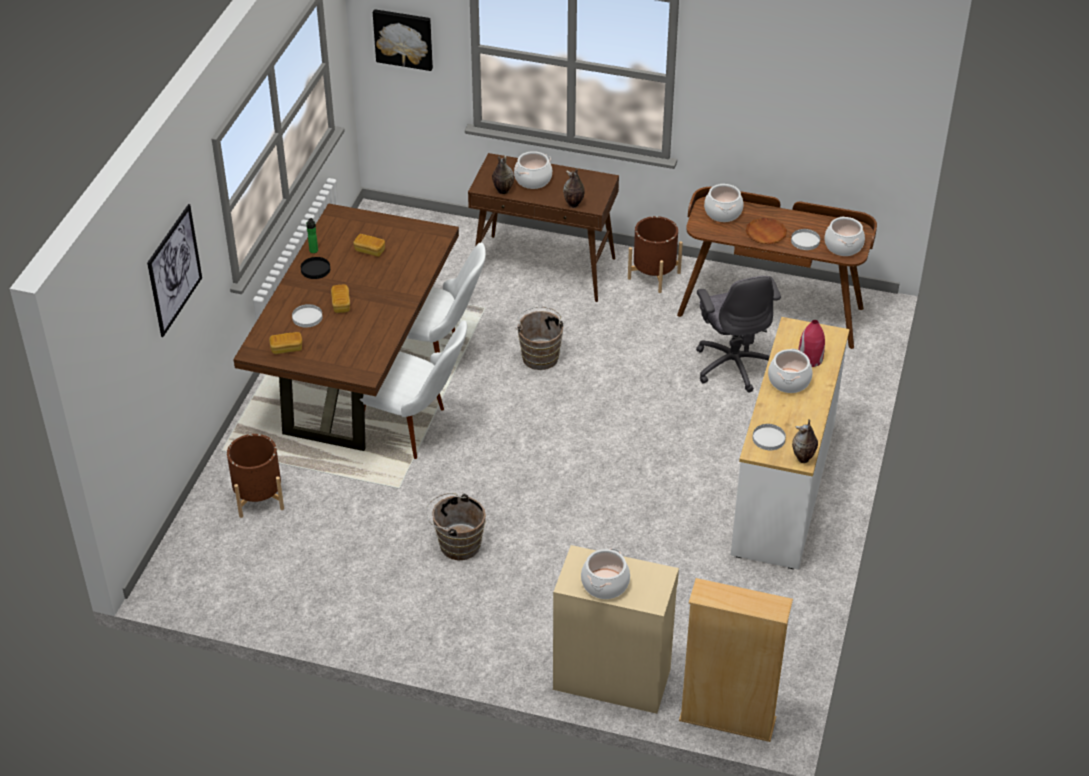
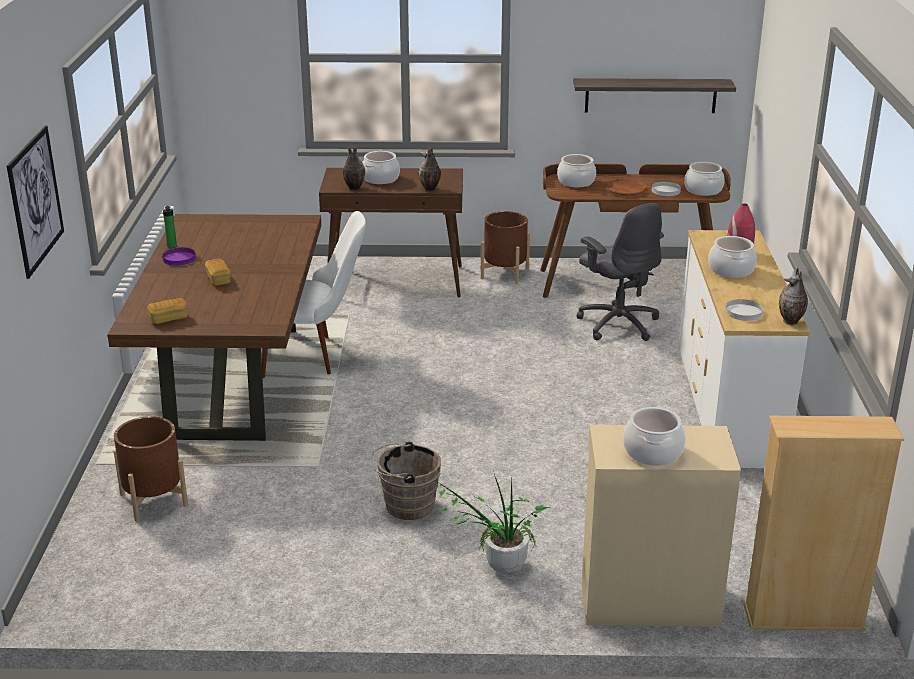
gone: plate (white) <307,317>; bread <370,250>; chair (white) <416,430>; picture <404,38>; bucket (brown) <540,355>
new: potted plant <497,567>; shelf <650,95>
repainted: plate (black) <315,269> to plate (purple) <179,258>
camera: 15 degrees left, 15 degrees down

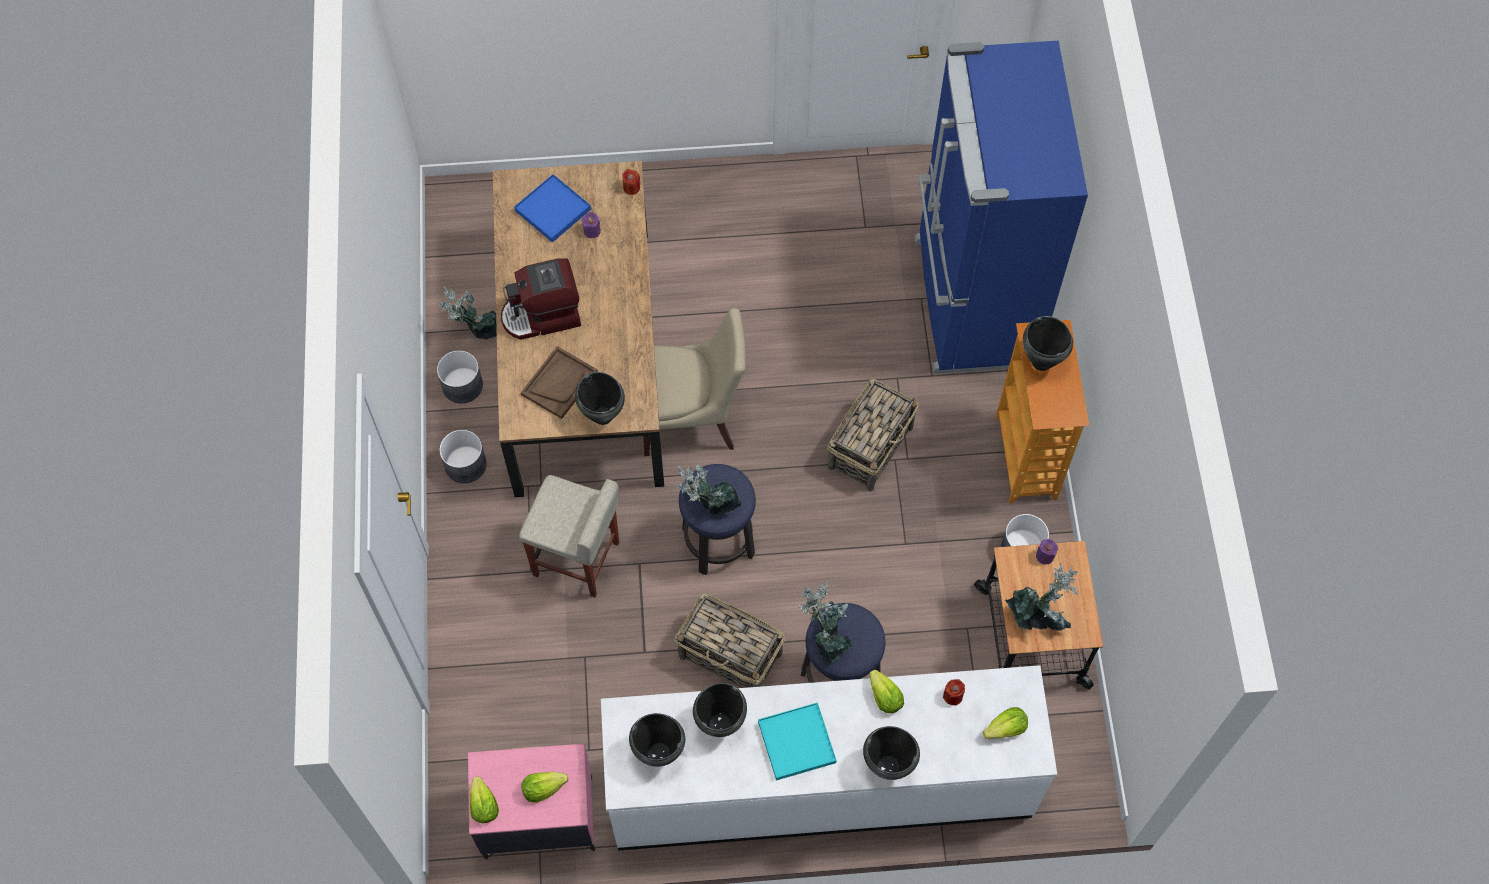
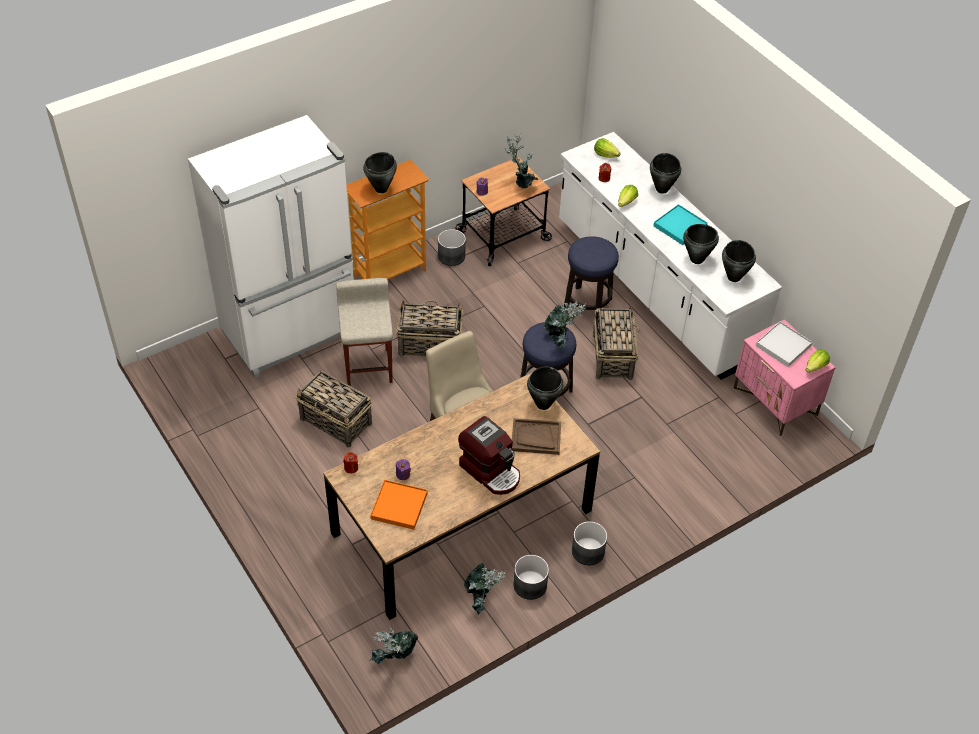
new: basket <336,422>
shifted: stool (beige) <577,559> to <368,366>; potted plant <827,638> to <394,659>
swapped: lettuce <543,788> to tray (white) <783,346>
repainted: fridge (blue) <971,303> to fridge (white) <291,333>; tray (blue) <553,210> to tray (orange) <399,506>
camera: 120 degrees left, 15 degrees down

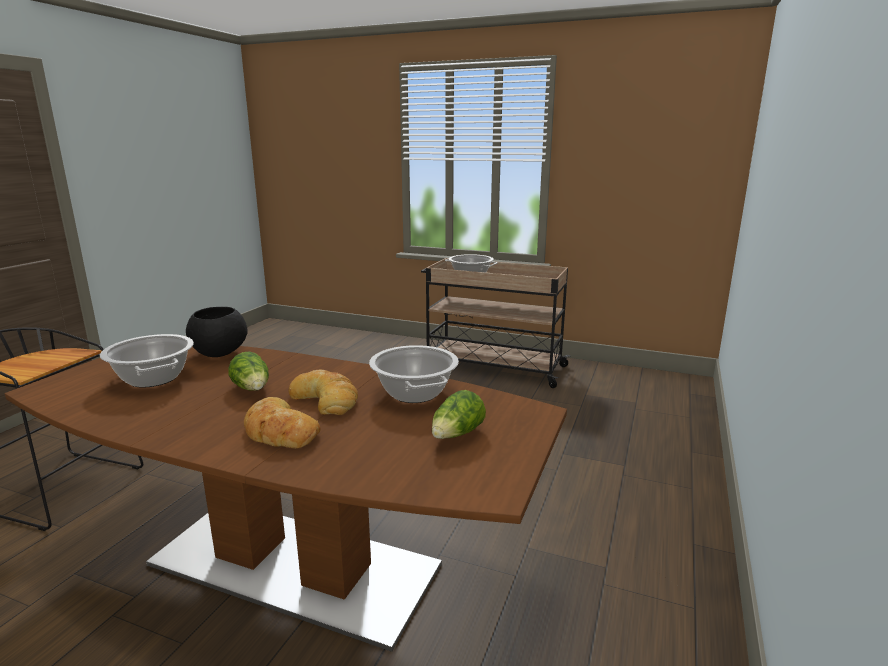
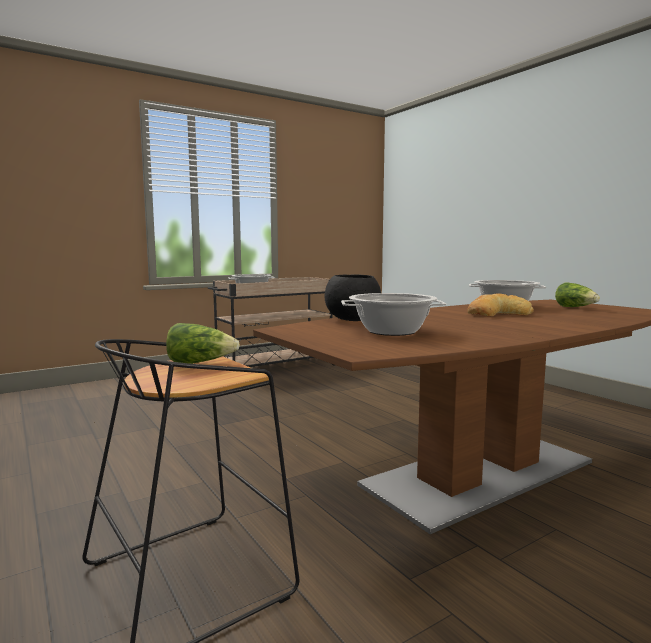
gone: bread <279,431>
shifted: lettuce <252,389> to <200,363>
camera: 55 degrees left, 10 degrees down

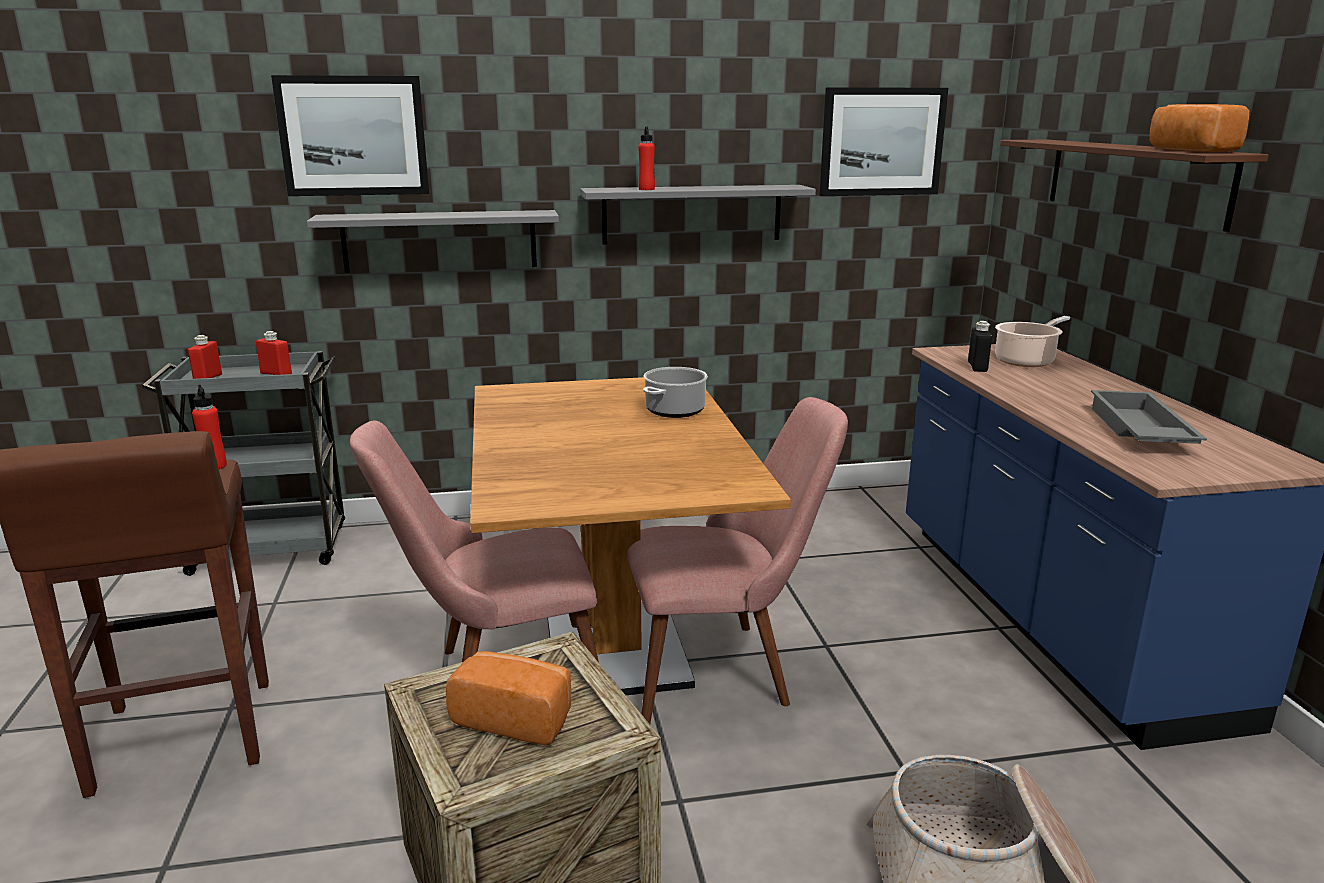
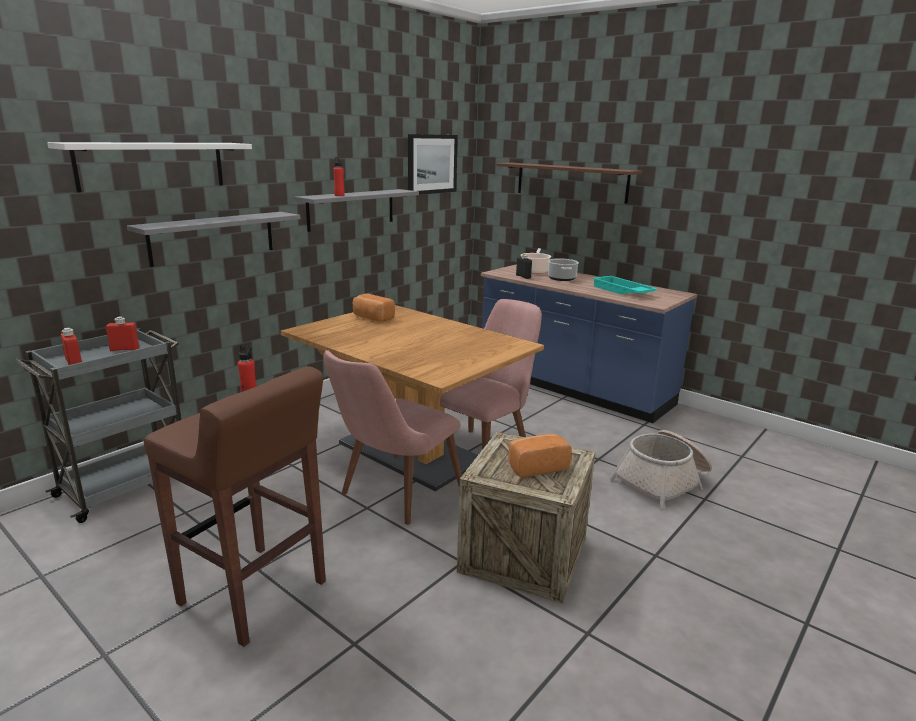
shifted: bread <1189,150> to <372,318>; cooking pot <675,411> to <562,278>
swapped: picture <353,136> to shelf (white) <152,165>
repainted: tray (grey) <1138,430> to tray (turquoise) <621,291>
camera: 40 degrees left, 0 degrees up

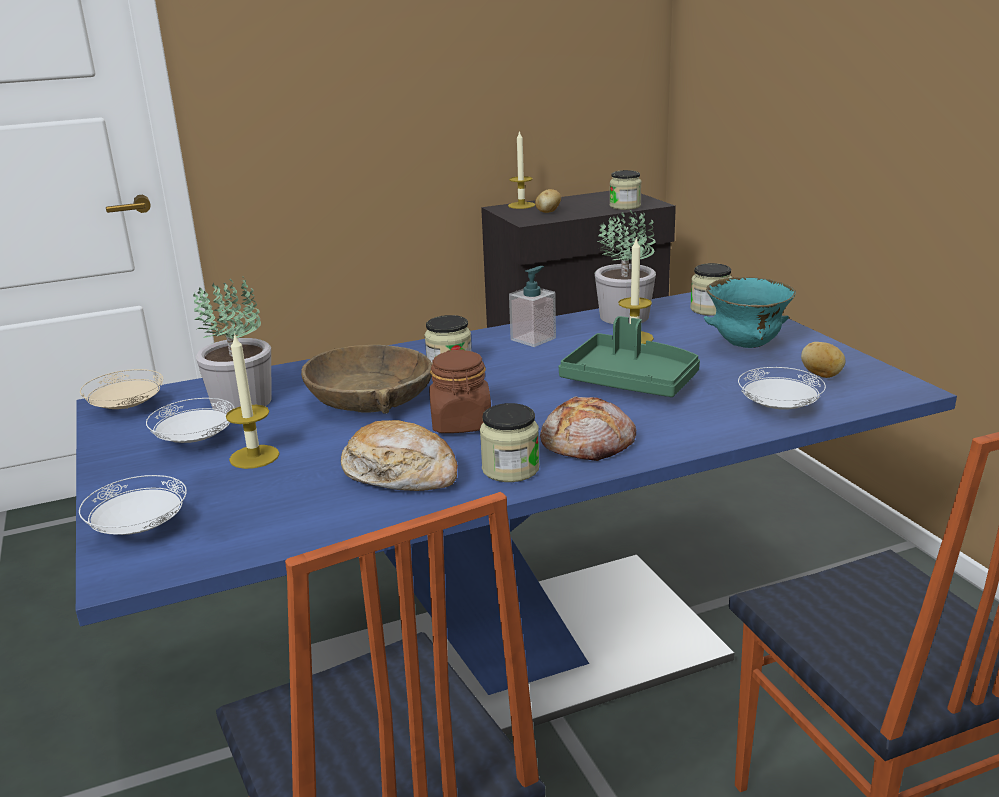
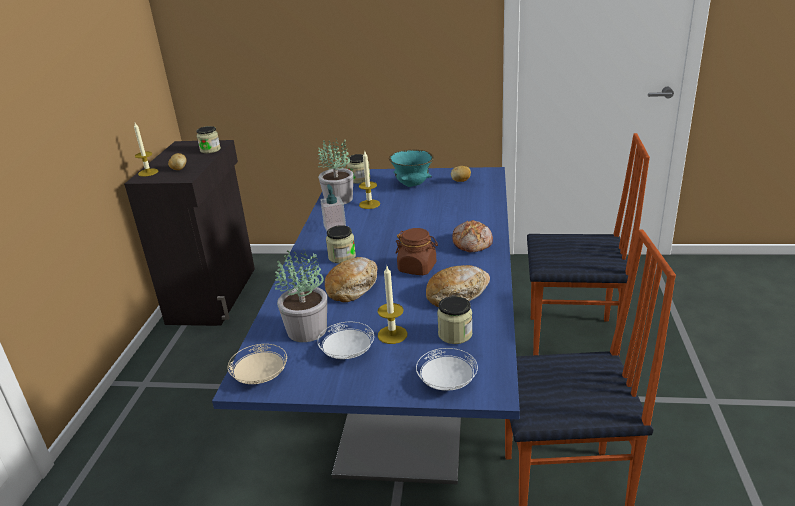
gone: tray (green) <631,381>; plate (white) <779,408>
shifted: jar <510,469> to <455,334>
swapped: bowl (brown) <370,397> to bread <353,286>
camera: 60 degrees left, 5 degrees up

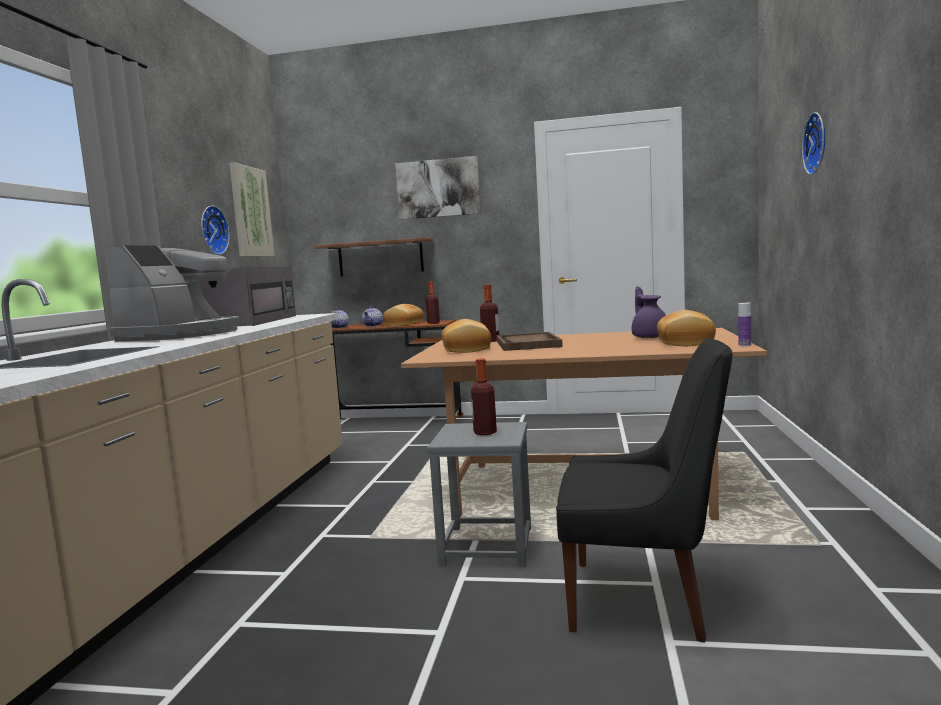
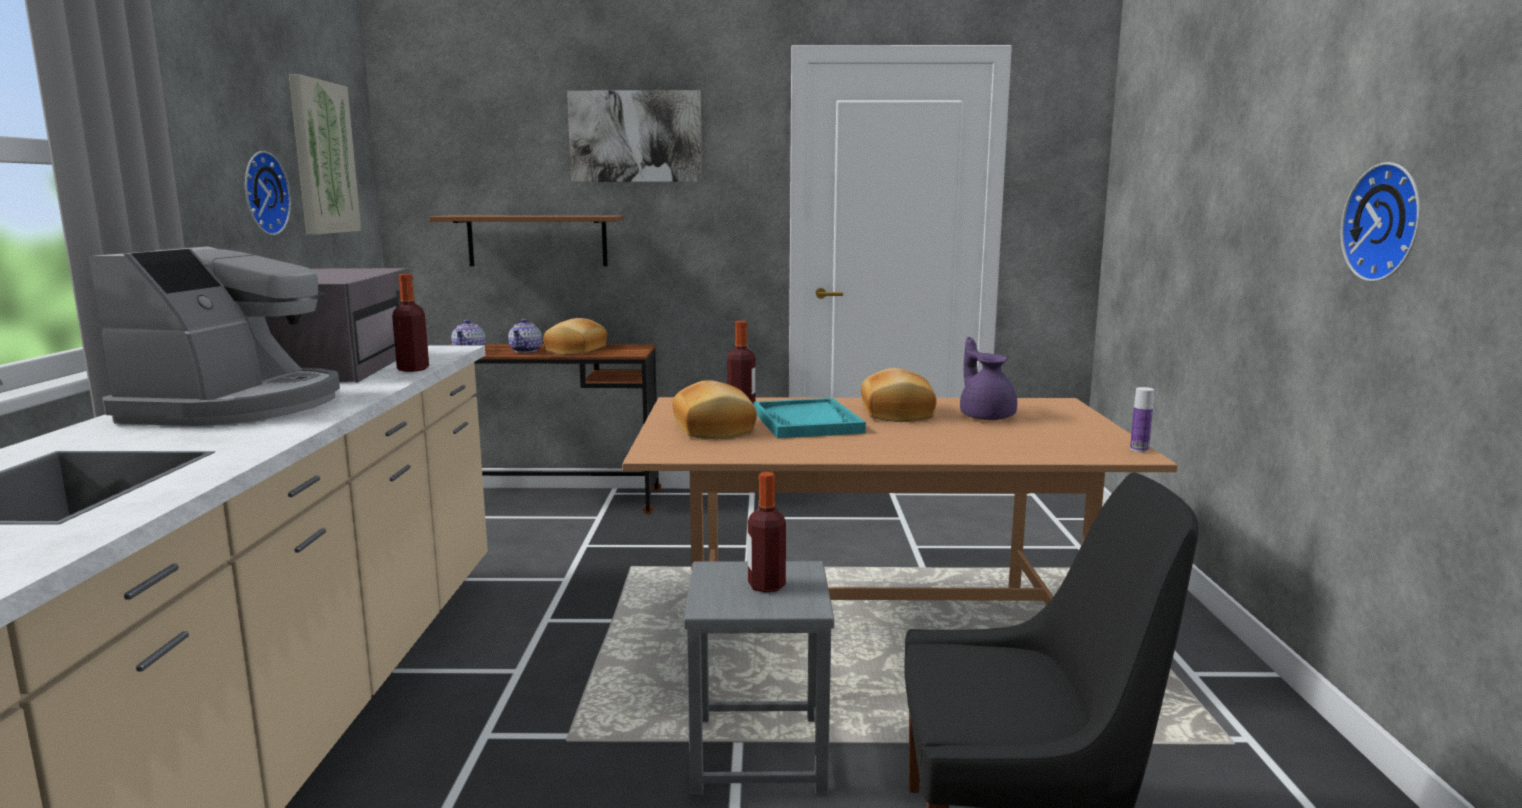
shifted: bottle <433,323> to <413,369>; bread <683,342> to <894,413>; wall clock <818,143> to <1388,222>
repainted: tray (brown) <528,344> to tray (turquoise) <807,422>
camera: 10 degrees left, 5 degrees up

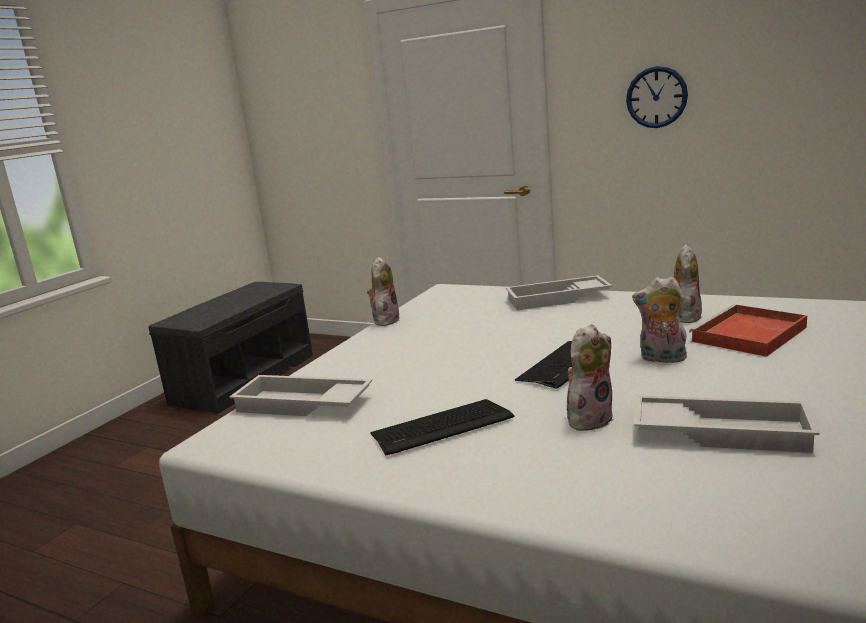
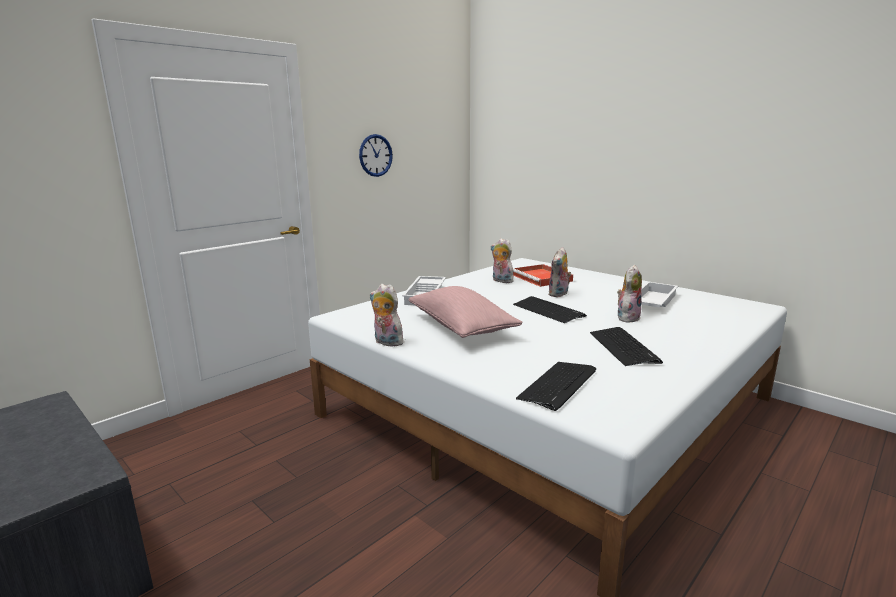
new: pillow (pink) <461,327>
swapped: tray (white) <301,405> to keyboard <558,385>
rotated: plush toy <589,418> = <627,317> 60 degrees clockwise
camera: 75 degrees left, 0 degrees up

